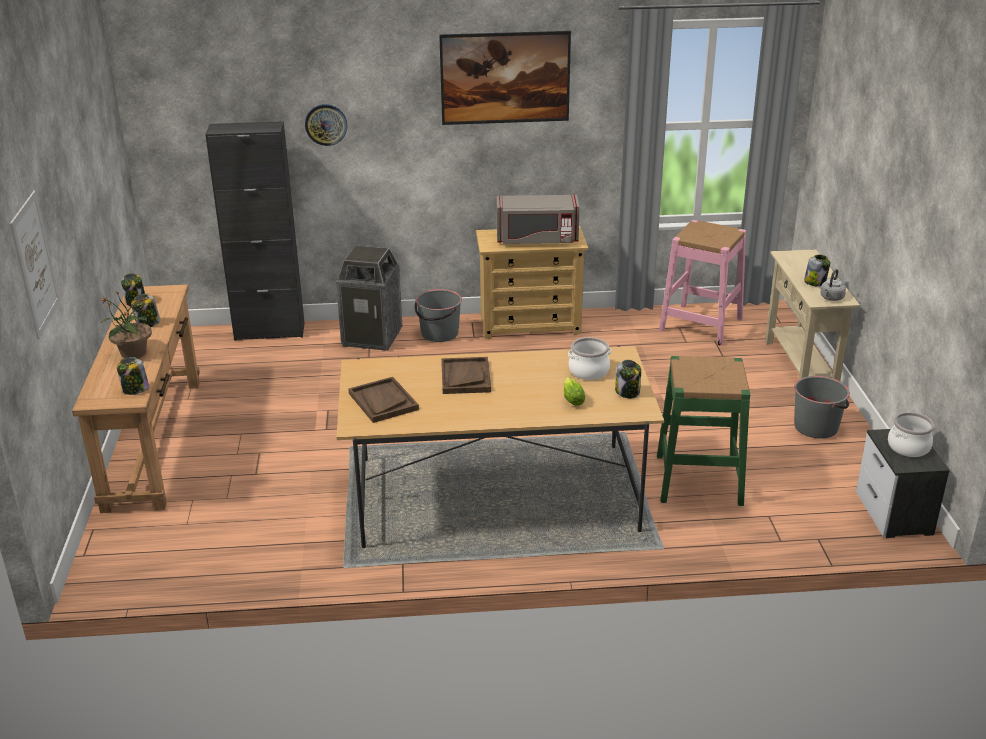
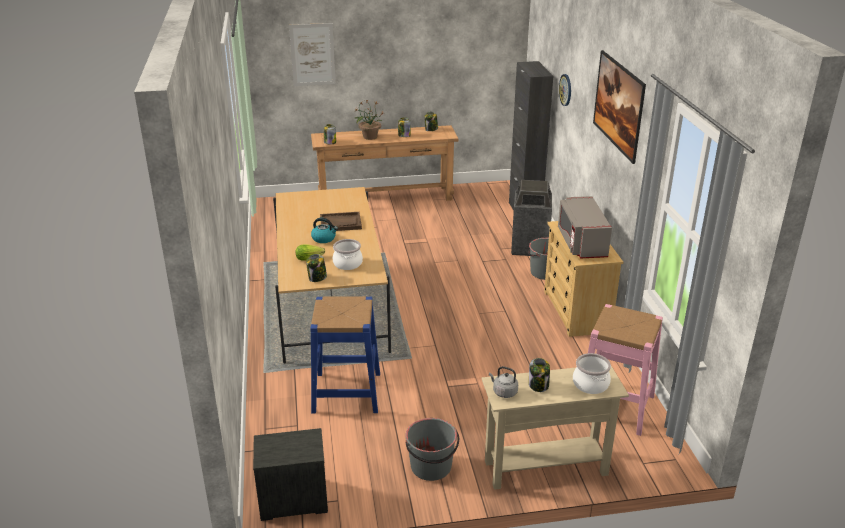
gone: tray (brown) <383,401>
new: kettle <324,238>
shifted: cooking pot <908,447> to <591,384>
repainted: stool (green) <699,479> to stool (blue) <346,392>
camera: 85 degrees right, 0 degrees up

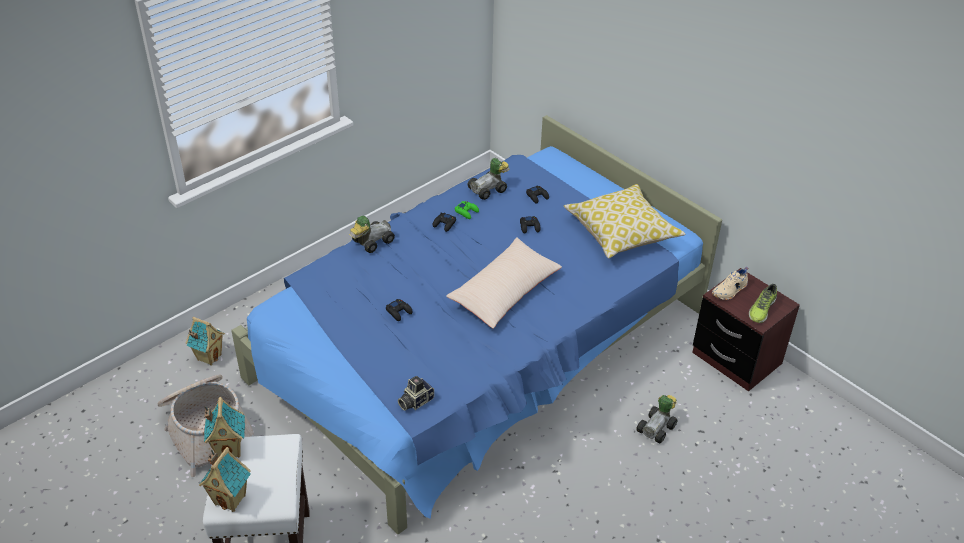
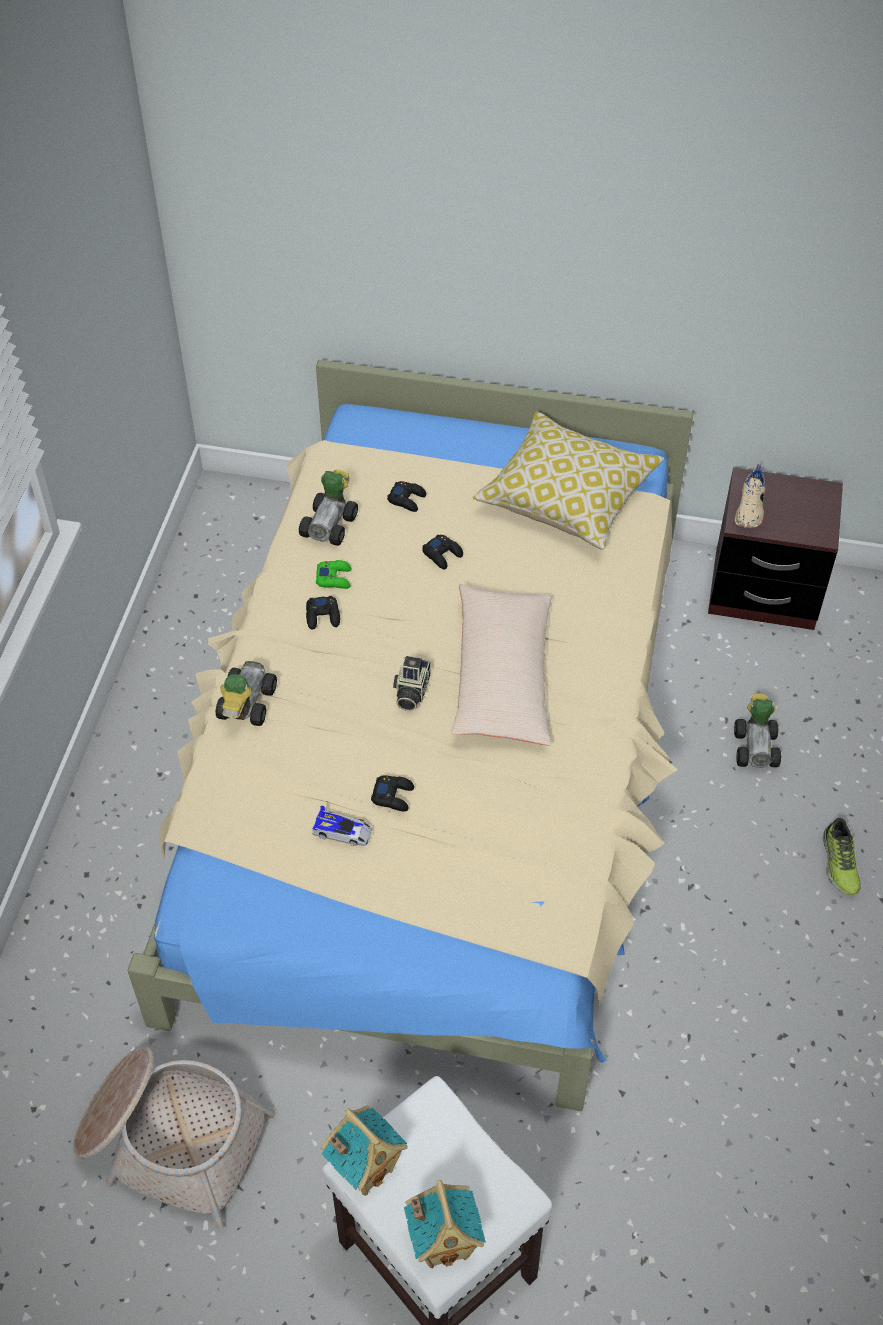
gone: toy house <209,357>
new: toy car <343,831>
shifted: photo camera <415,401> to <410,692>; shoe <761,309> to <839,863>
repainted: bed (blue) <478,346> to bed (beige) <437,765>
camera: 35 degrees left, 10 degrees up

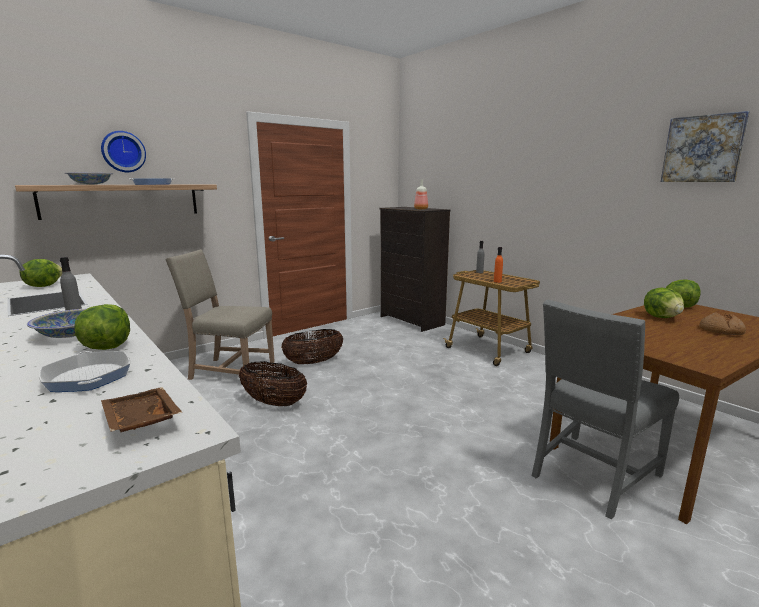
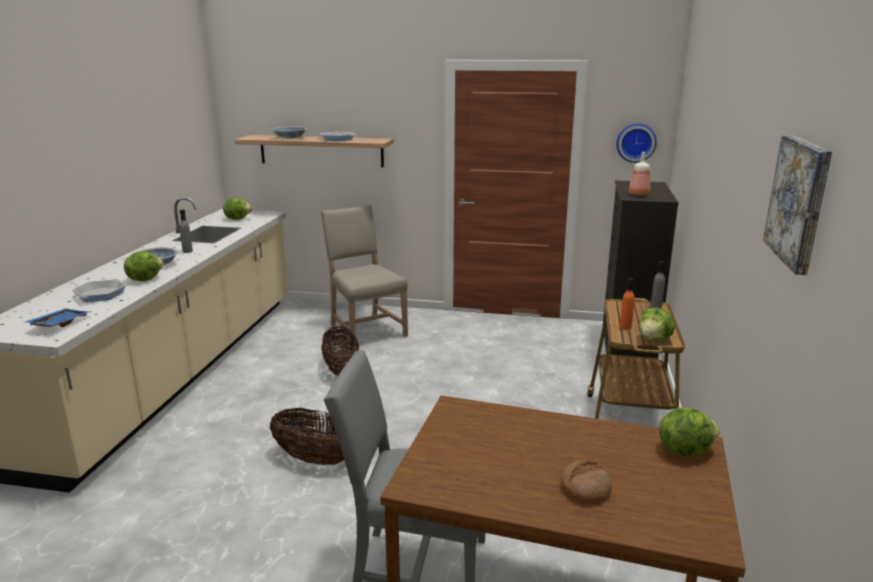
shifted: basket <313,362> to <315,459>; wall clock <123,152> to <636,142>; lettuce <662,317> to <654,339>
repainted: tray (brown) <139,421> to tray (blue) <59,324>
camera: 50 degrees right, 5 degrees up

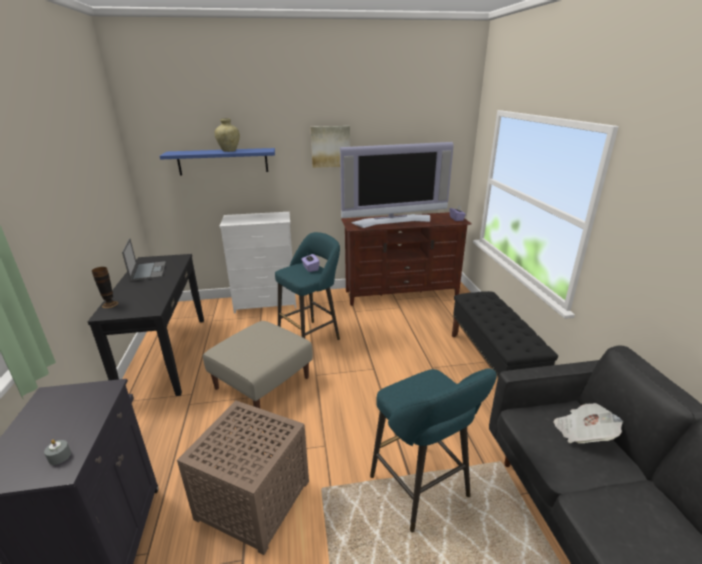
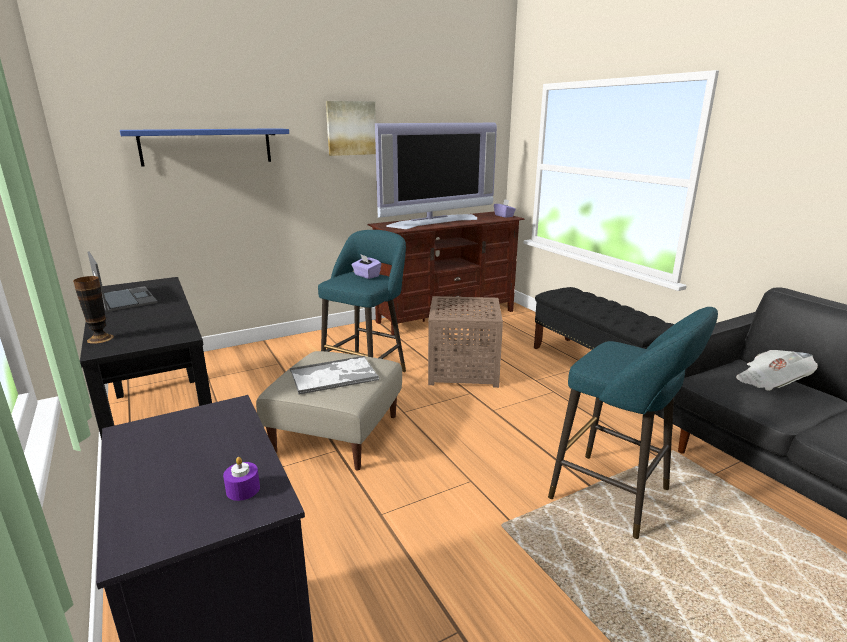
gone: vase (beige) <229,150>; dresser (white) <266,303>
new: tray <334,375>
shifted: side table (brown) <255,499> to <464,370>
repainted: candle (grey) <59,456> to candle (purple) <243,489>
camera: 20 degrees left, 5 degrees down

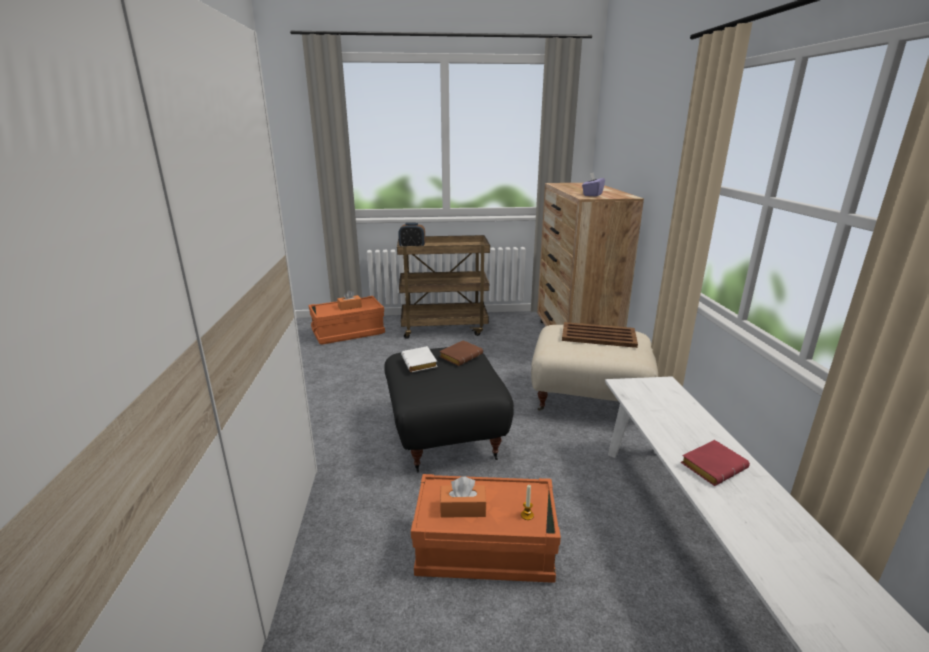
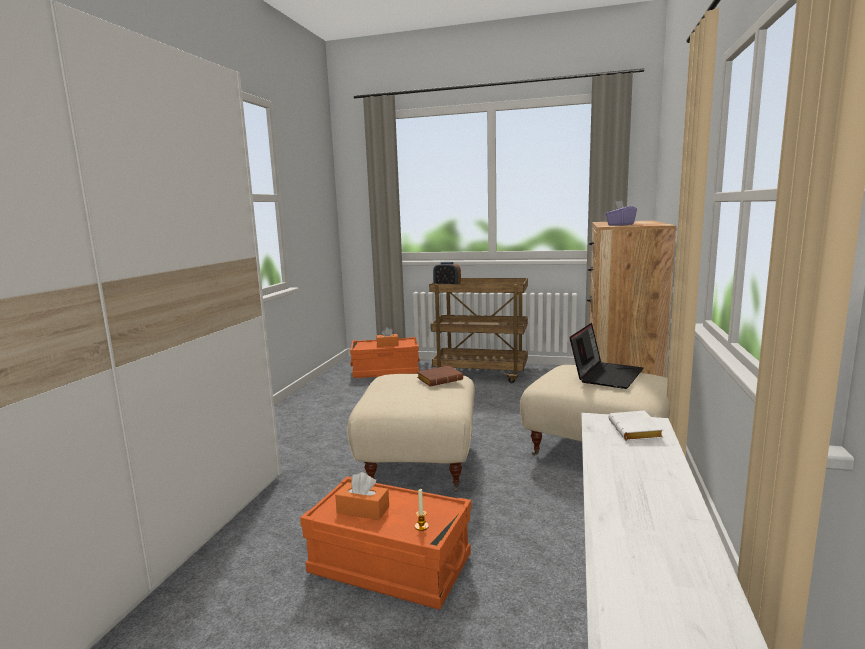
gone: book (red) <712,465>
shifted: book (white) <420,363> to <637,431>
swapped: tray (brown) <597,335> to laptop <606,375>
repainted: ottoman (black) <443,434> to ottoman (beige) <417,462>
camera: 20 degrees right, 10 degrees down

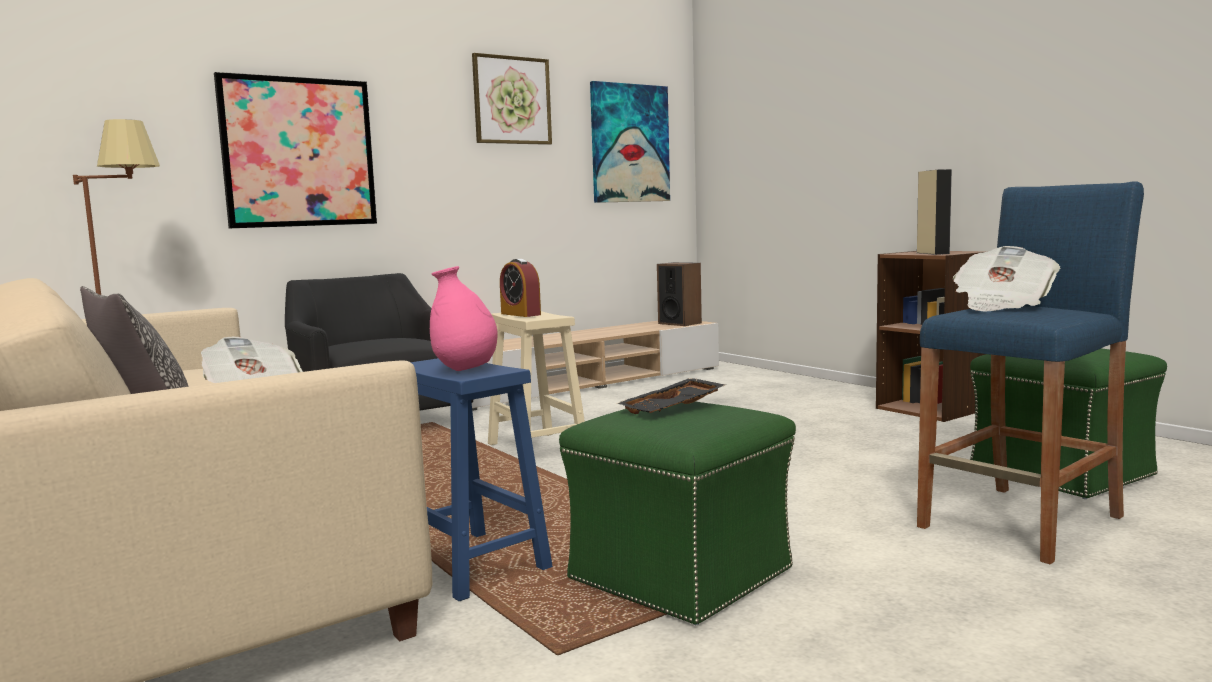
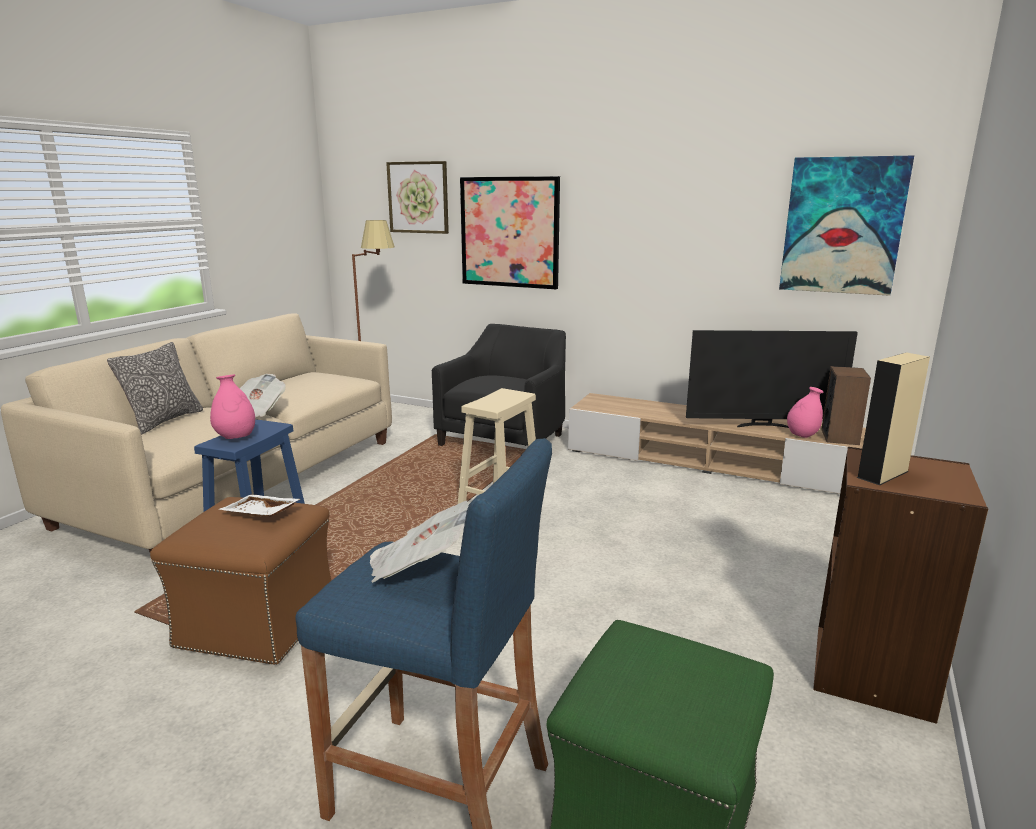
gone: alarm clock <520,314>
new: television <762,425>; vase (pink) <802,435>
shifted: picture <512,100> to <418,197>
repainted: ottoman (green) <682,573> to ottoman (brown) <259,622>; tray (black) <673,409> to tray (white) <259,515>
camera: 60 degrees right, 10 degrees up

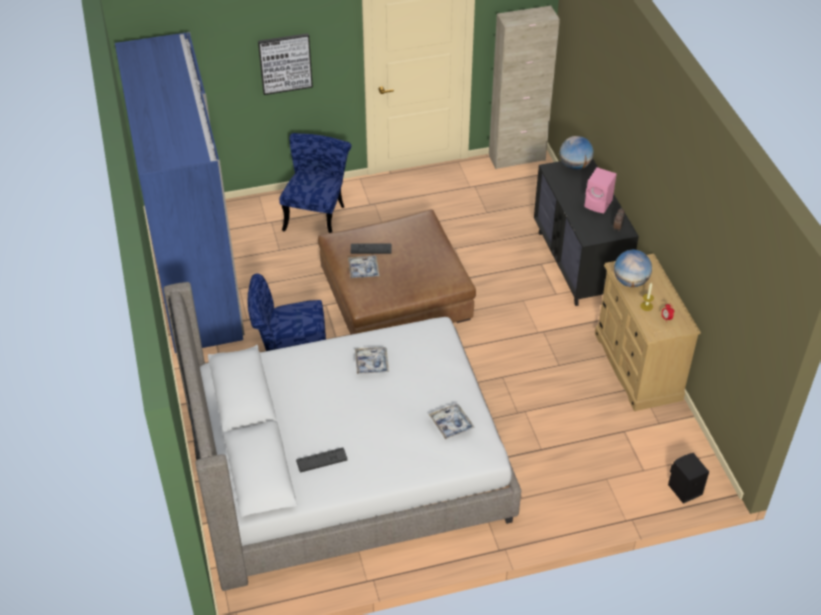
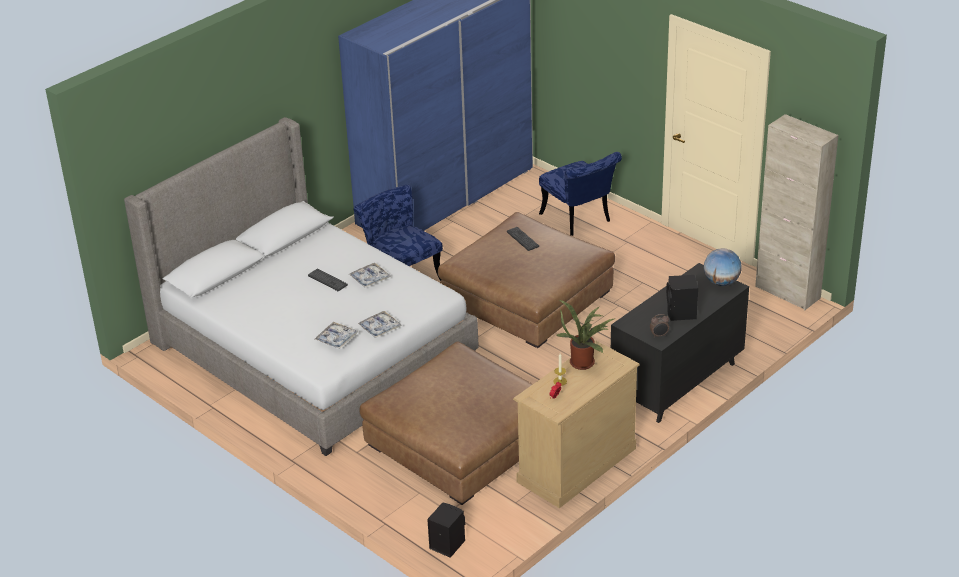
gone: picture <285,63>
new: ottoman (brown) <460,440>
shifted: keyboard <321,460> to <327,280>; tray <363,270> to <380,328>
swapped: globe <630,281> to potted plant <584,362>
repainted: speaker (pink) <599,204> to speaker (black) <681,314>
rotated: chair (blue) <317,215> = <579,220> 75 degrees clockwise
camera: 60 degrees right, 10 degrees down

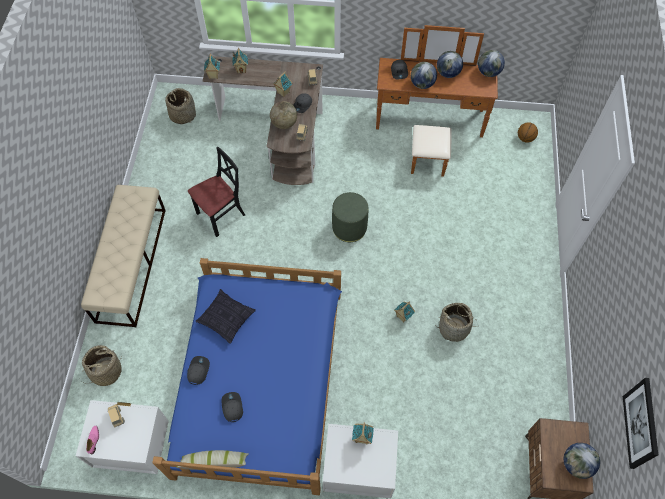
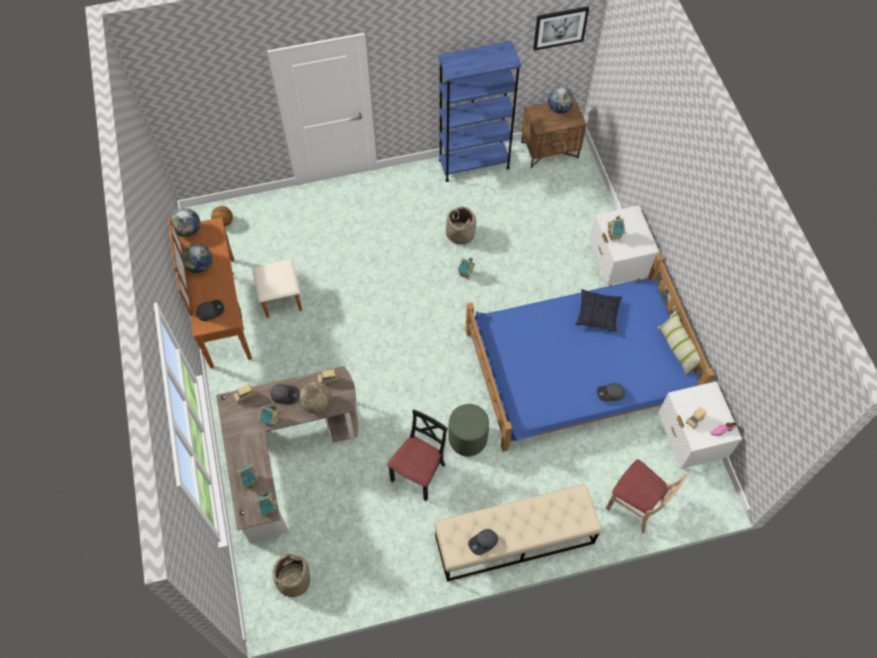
gone: globe <422,84>
new: bookcase (blue) <474,164>
shifted: ottoman (green) <349,227> to <467,439>; cap (grey) <232,407> to <483,543>; pillow <226,319> to <597,314>
swapped: basket <106,371> to chair (beige) <635,506>
rotated: chair (black) <221,215> = <419,473> 90 degrees clockwise
camera: 110 degrees left, 0 degrees up

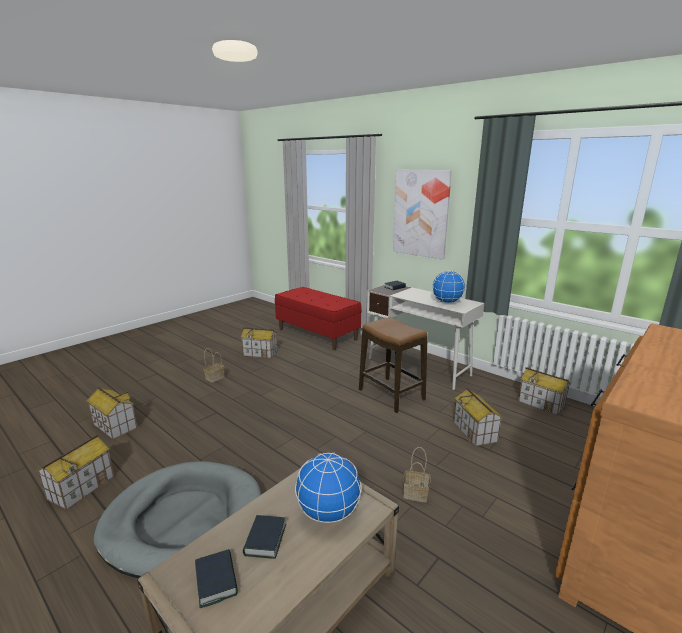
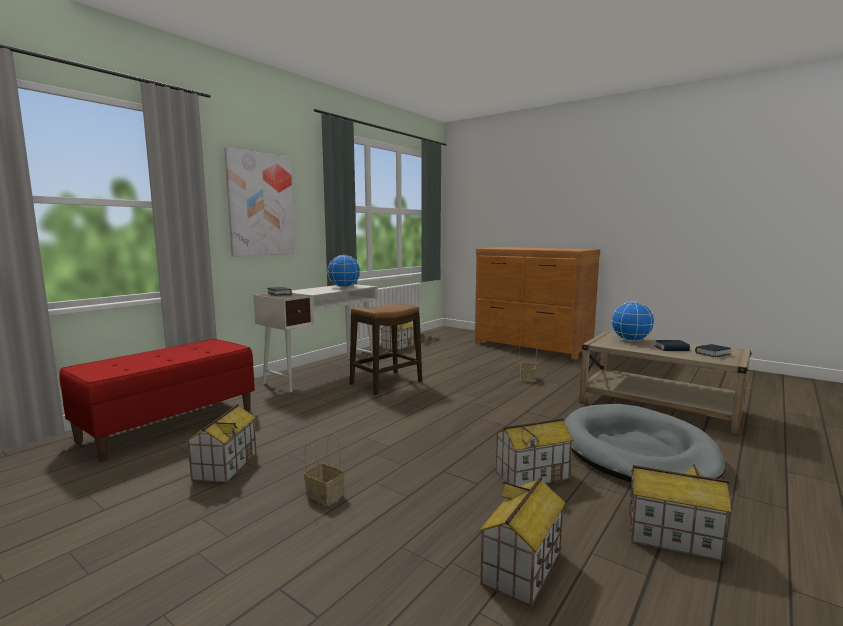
shifted: toy house <475,432> to <532,474>
camera: 95 degrees left, 10 degrees down

